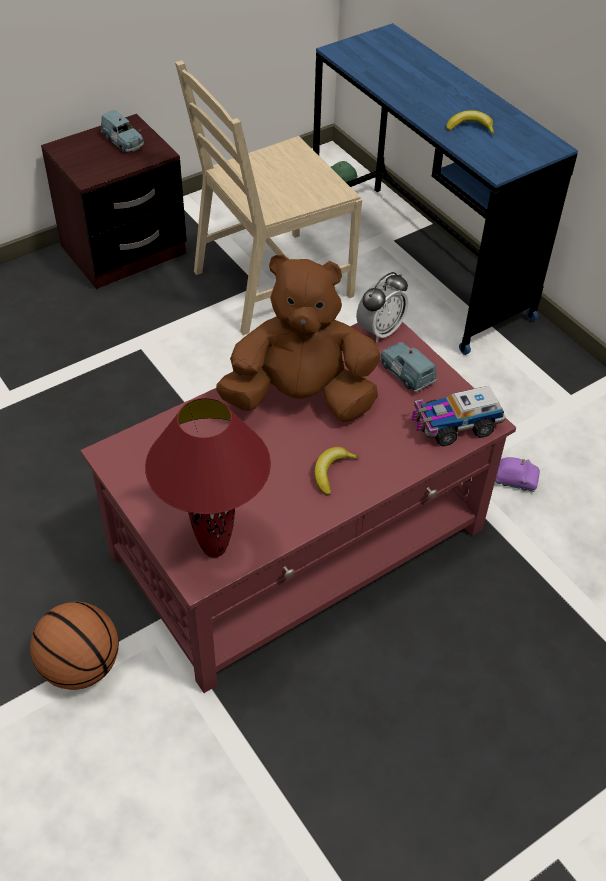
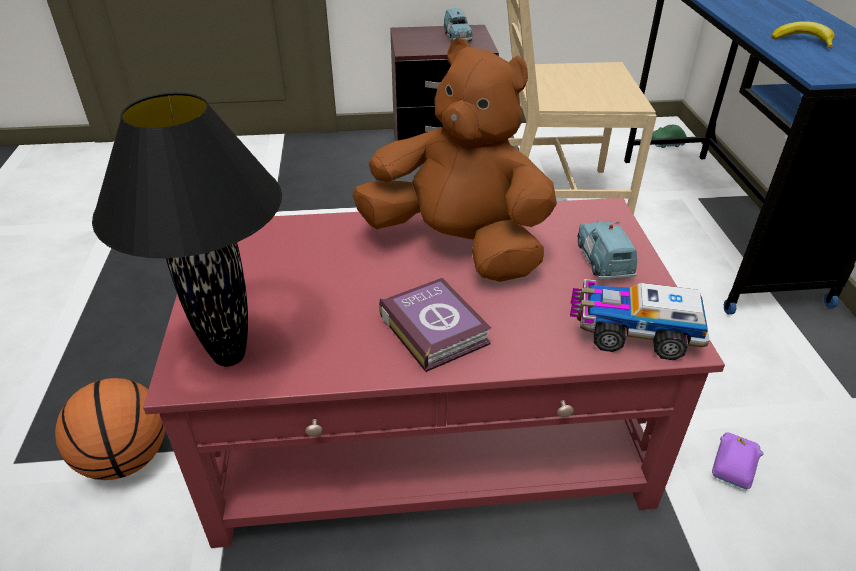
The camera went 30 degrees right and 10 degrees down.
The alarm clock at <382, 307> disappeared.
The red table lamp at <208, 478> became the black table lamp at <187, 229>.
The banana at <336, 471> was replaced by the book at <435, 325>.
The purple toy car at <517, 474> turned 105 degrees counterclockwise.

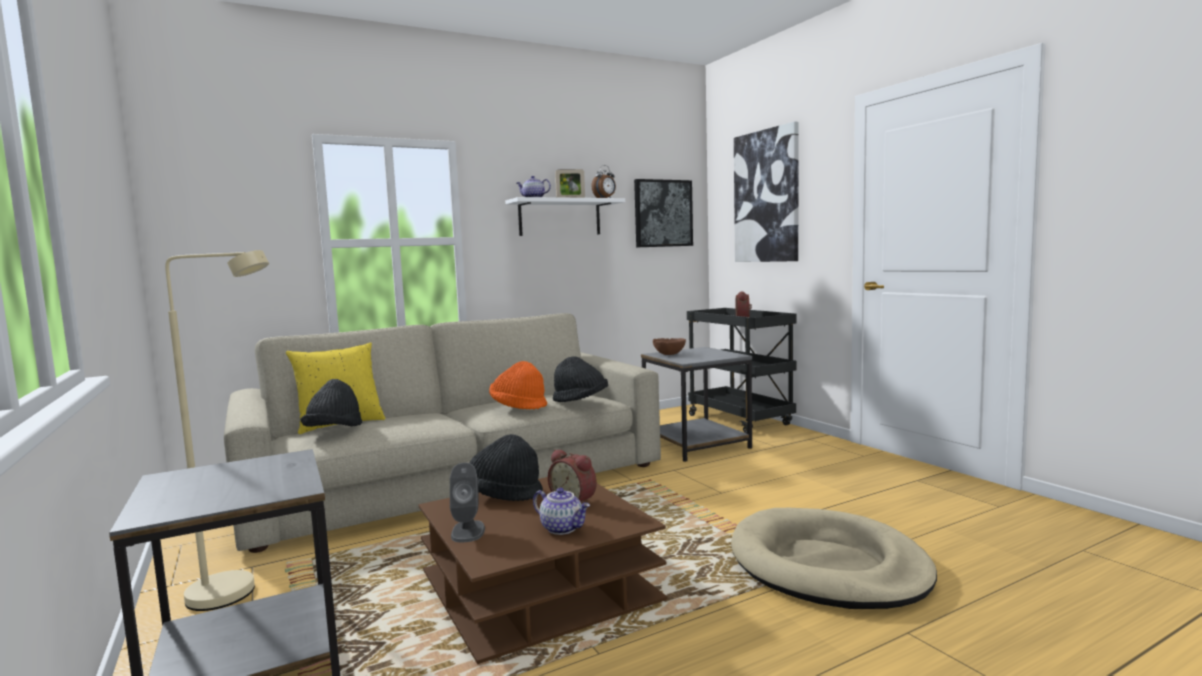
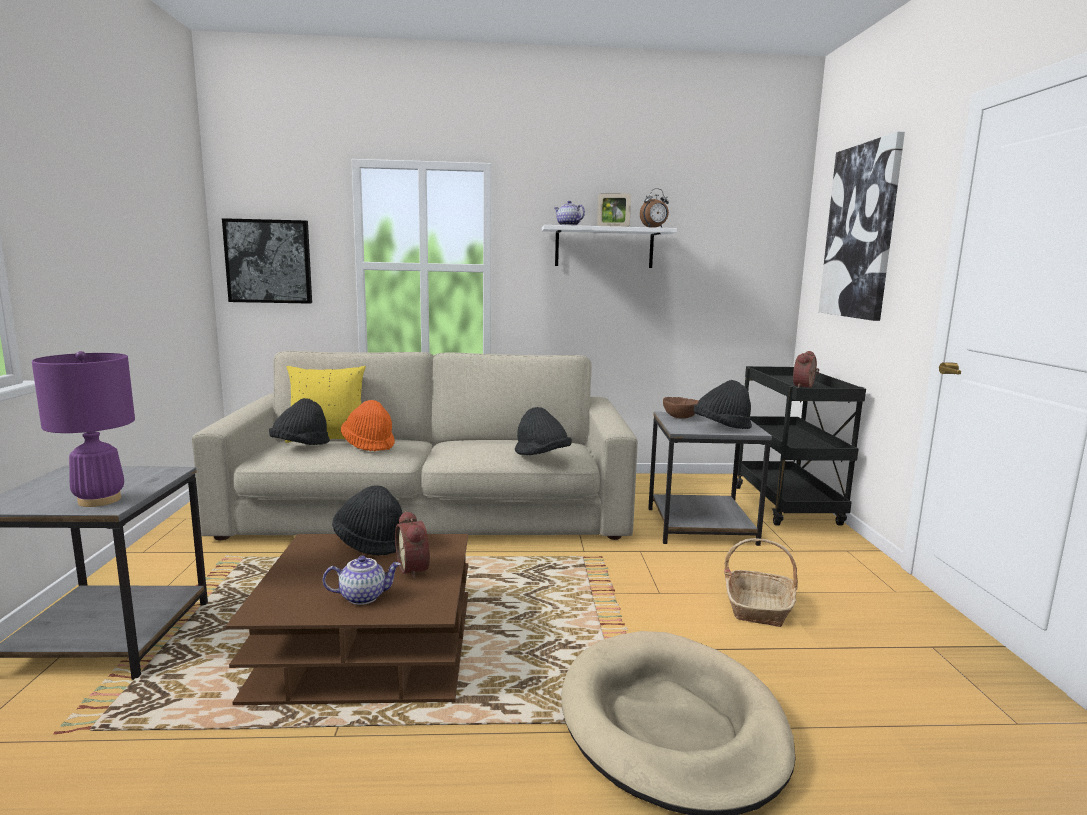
The camera went 25 degrees right and 5 degrees up.
The picture moved from <663, 213> to <267, 261>.
The beige floor lamp at <217, 430> disappeared.
The orange hat moved from <518, 385> to <368, 426>.
The grey speaker at <467, 502> disappeared.
The teapot at <561, 511> turned 75 degrees counterclockwise.
The purple table lamp at <83, 429> appeared.
The black hat at <723, 404> appeared.
The basket at <761, 582> appeared.

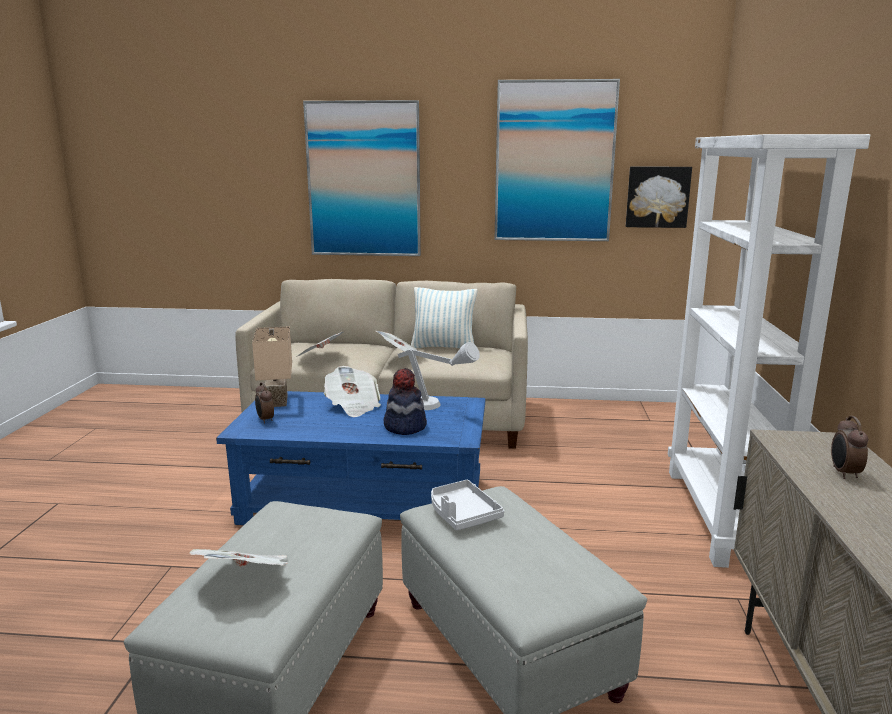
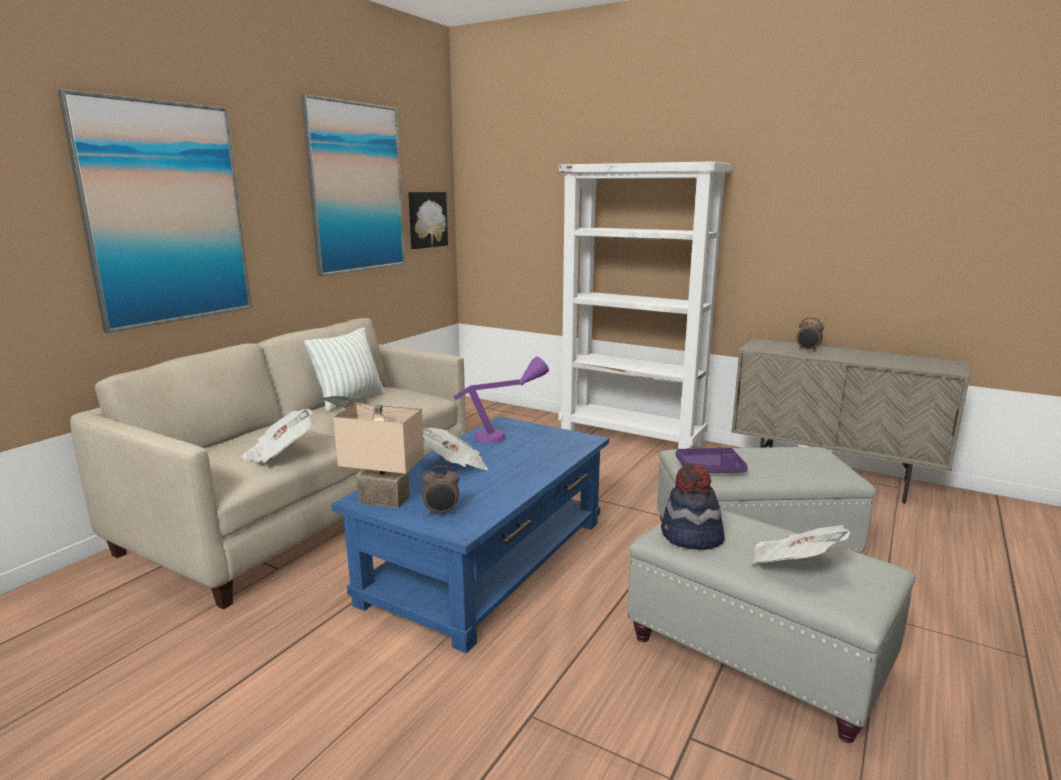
The camera went 65 degrees left and 0 degrees up.
The grey table lamp at <439, 376> became the purple table lamp at <501, 400>.
The hat moved from <405, 401> to <693, 506>.
The grey tray at <467, 505> became the purple tray at <712, 460>.

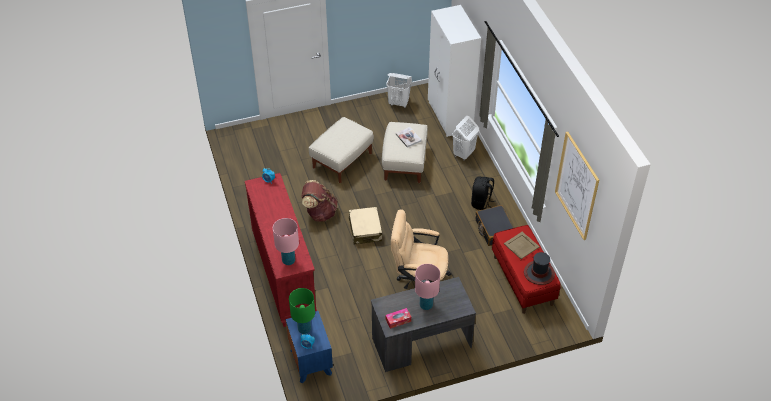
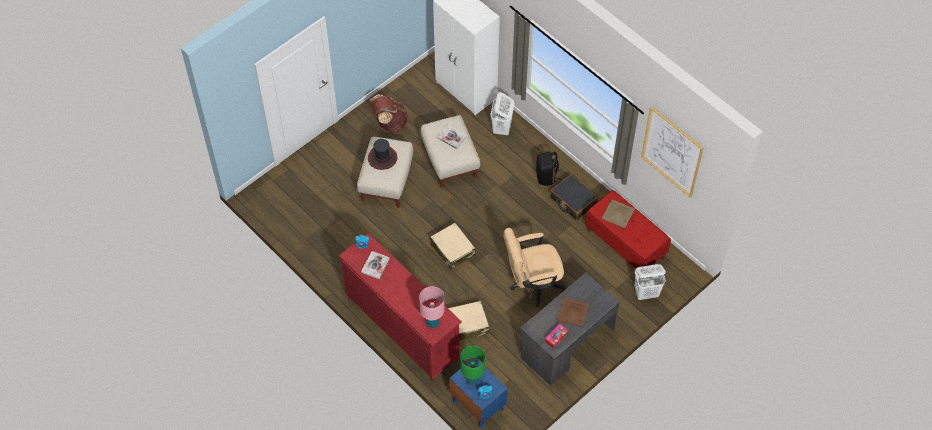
The camera went 25 degrees left and 10 degrees up.
The white laundry basket moved from <399, 90> to <650, 282>.
The brown backpack moved from <319, 201> to <389, 113>.
The hat moved from <539, 268> to <382, 154>.
The pink table lamp at <427, 287> was replaced by the brown tray at <573, 312>.
The book at <375, 265> appeared.
The beige suitcase at <468, 320> appeared.

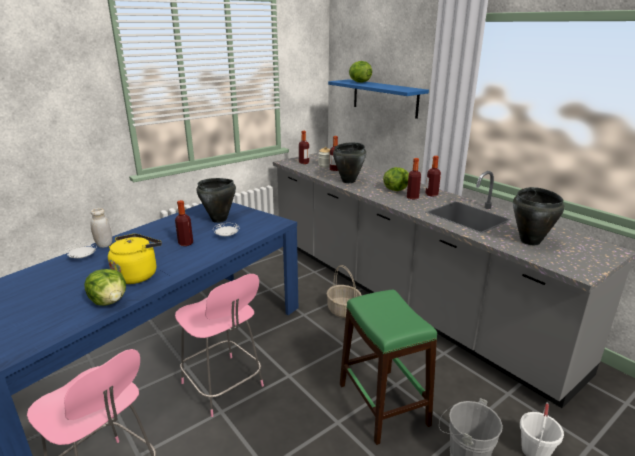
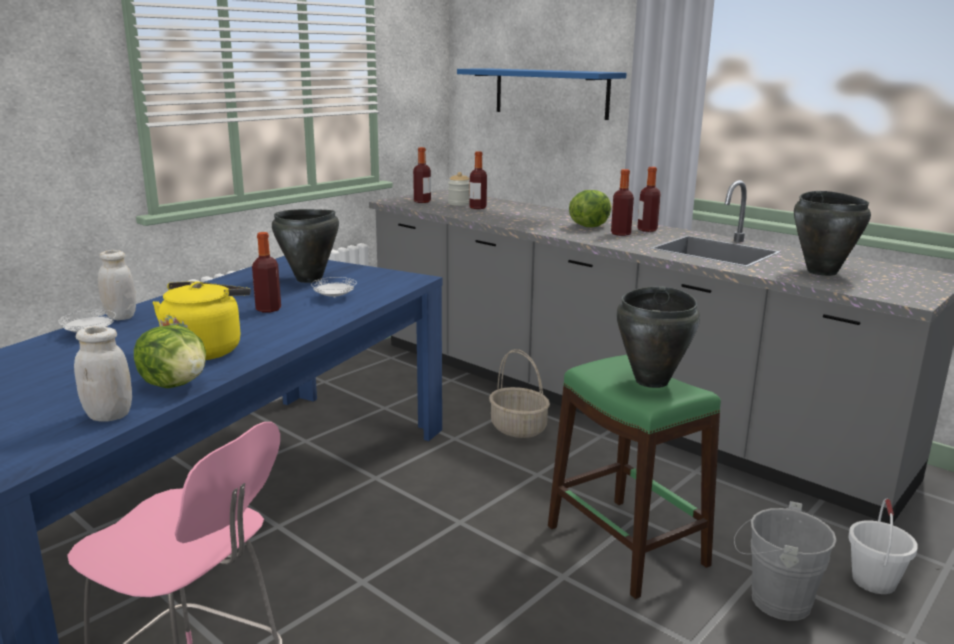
The camera went 10 degrees left and 5 degrees down.
The lettuce at <360, 72> disappeared.
The black cooking pot moved from <349, 162> to <658, 337>.
The pink chair at <219, 345> disappeared.
The white jar at <103, 374> appeared.

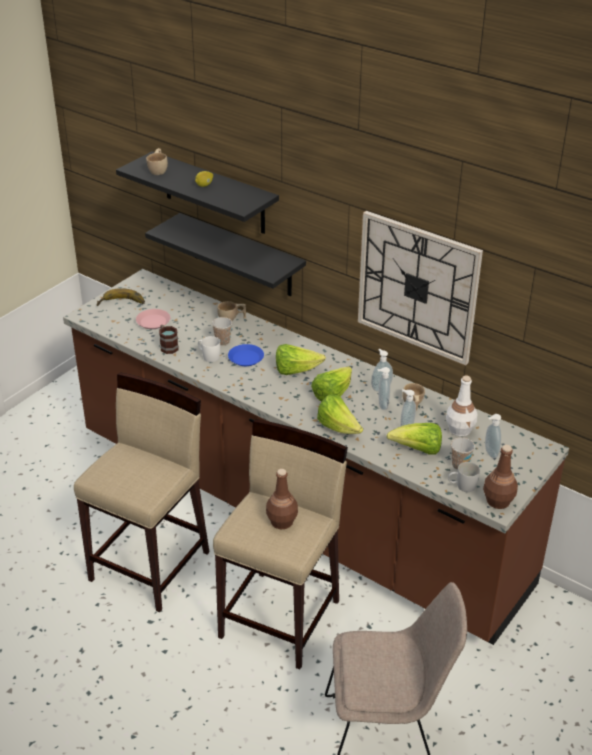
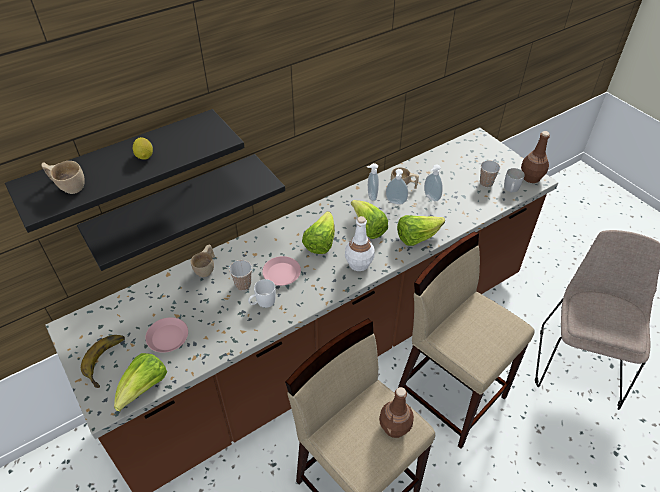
The camera went 70 degrees left and 10 degrees up.
The wall clock at <420, 288> disappeared.
The mug at <169, 339> disappeared.
The blue plate at <246, 355> became the pink plate at <281, 271>.
The white bottle moved from <461, 406> to <359, 243>.
The soap dispenser at <493, 436> disappeared.
The lettuce moved from <414, 439> to <140, 382>.
The brown bottle moved from <282, 499> to <396, 412>.

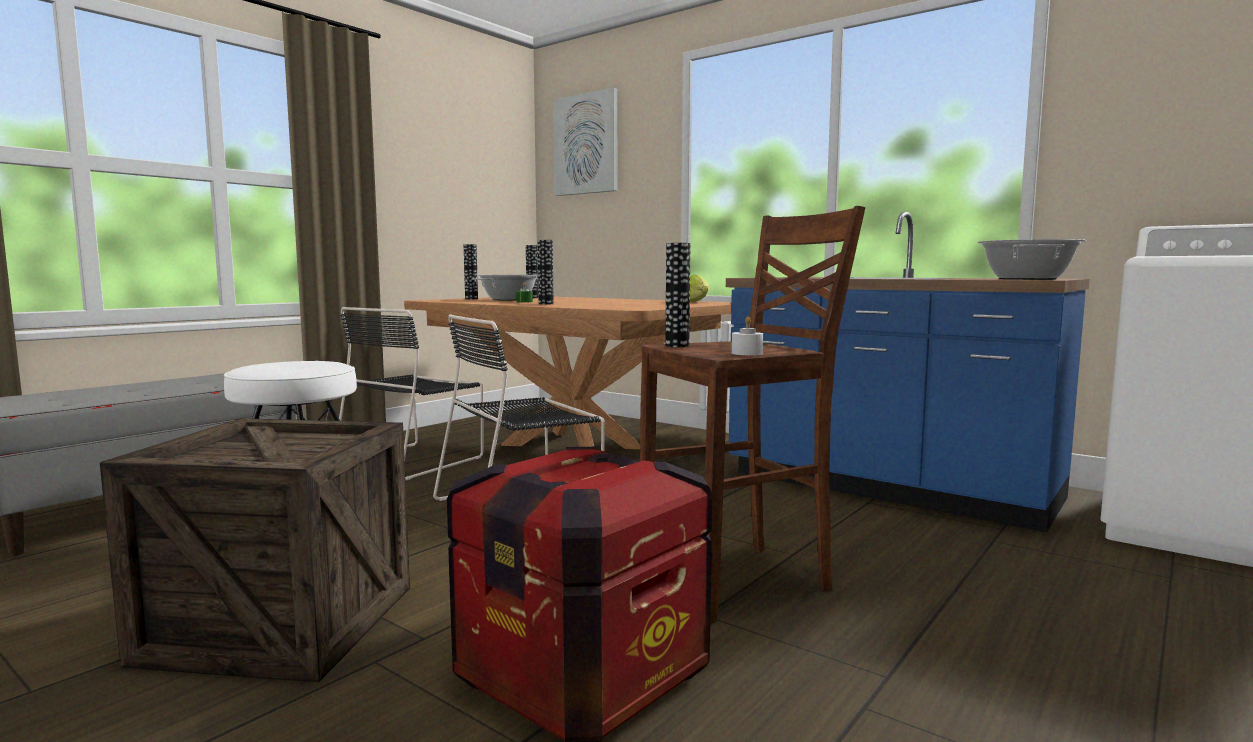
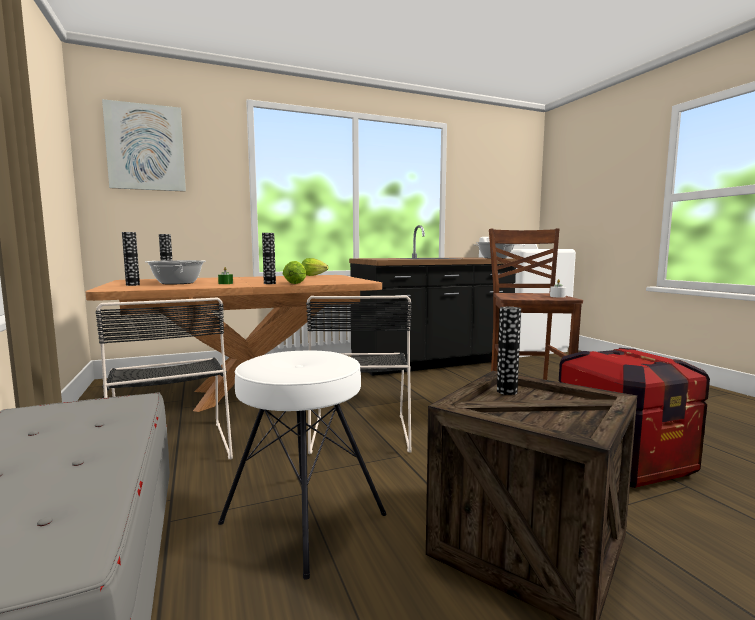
The camera went 60 degrees left and 0 degrees up.
The blue counter at <908, 372> became the black counter at <433, 300>.
The vase moved from <677, 295> to <509, 351>.
The lettuce at <294, 272> appeared.

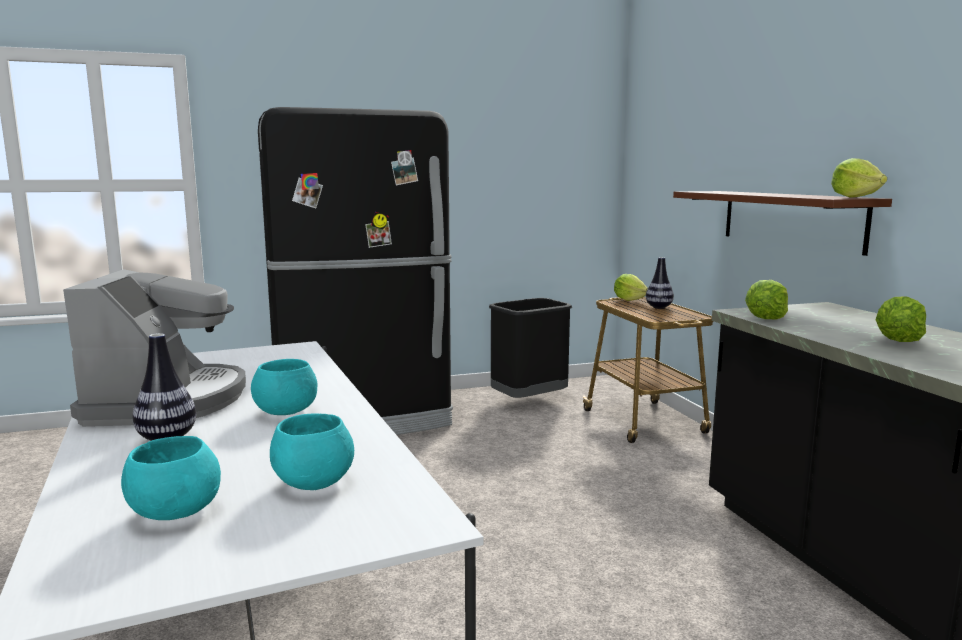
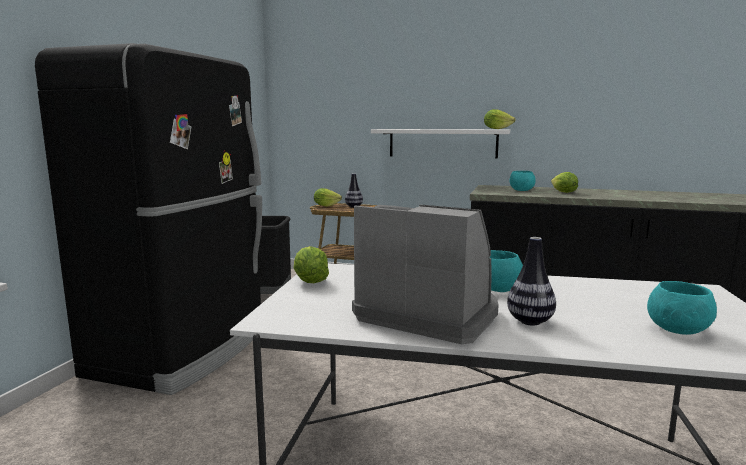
The camera went 55 degrees left and 0 degrees up.
The brown shelf at <782, 223> became the white shelf at <440, 144>.
The lettuce moved from <766, 300> to <311, 264>.
The turquoise bowl moved from <312, 451> to <523, 181>.

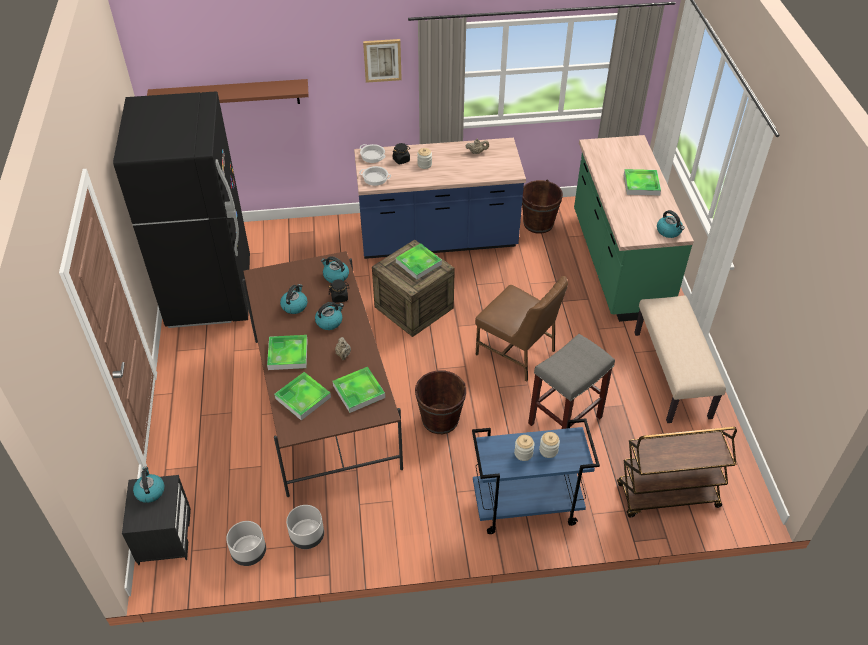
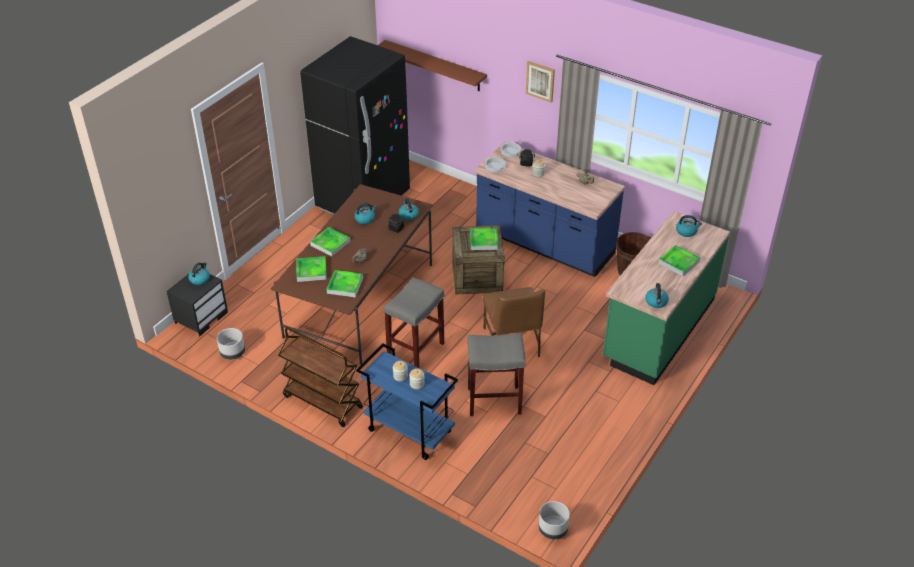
The camera went 40 degrees right and 5 degrees down.
The beige bench at <680, 359> disappeared.
The kettle moved from <329, 316> to <689, 226>.
The brown bucket at <440, 402> was replaced by the grey stool at <414, 322>.
The brown cart moved from <677, 472> to <320, 377>.
The grey planter moved from <305, 527> to <554, 520>.

